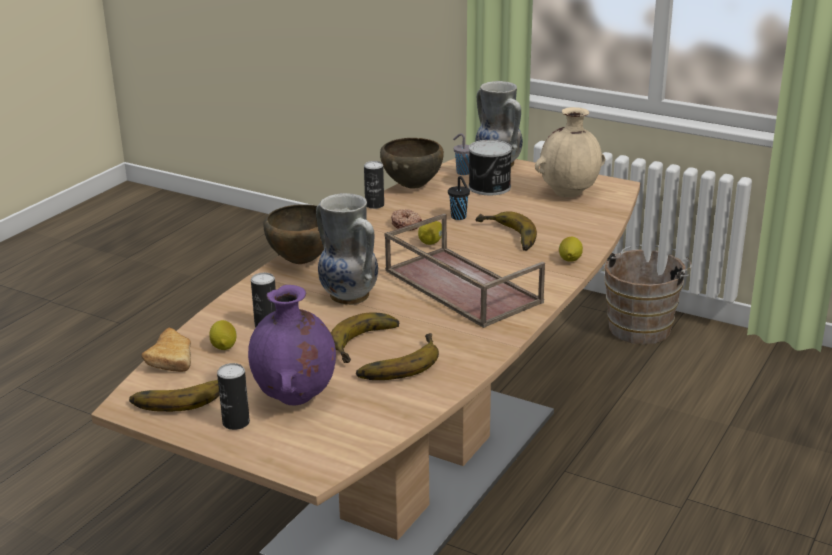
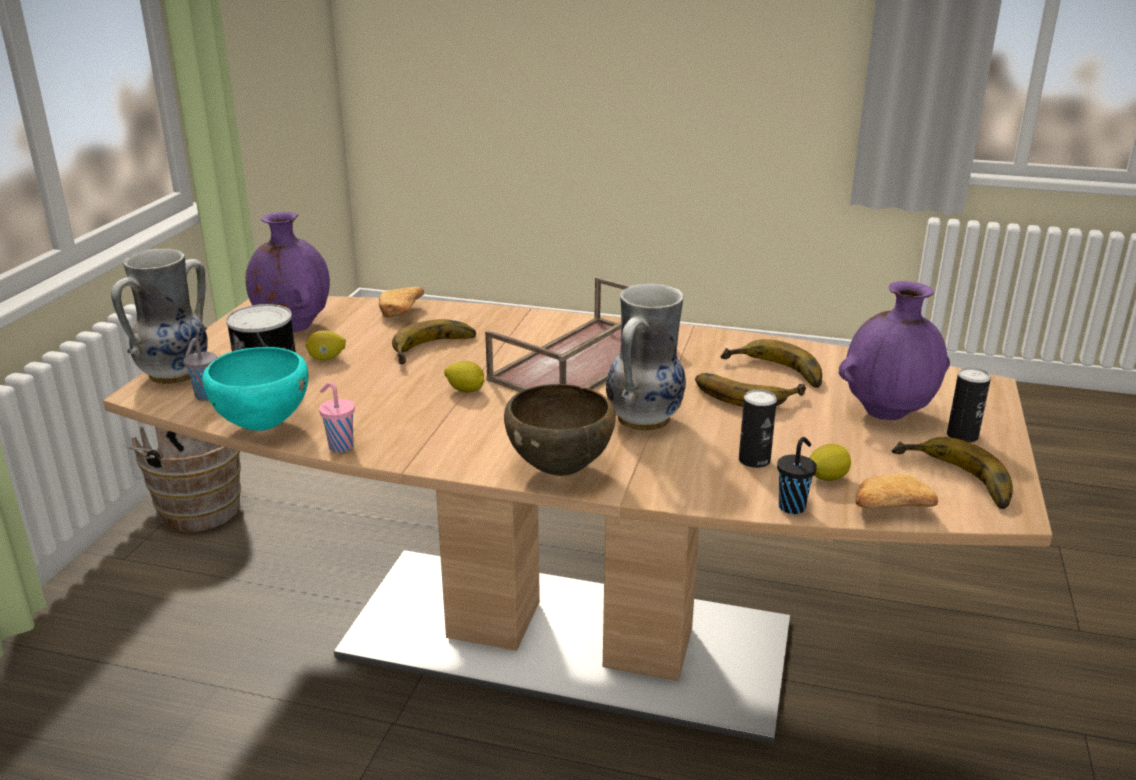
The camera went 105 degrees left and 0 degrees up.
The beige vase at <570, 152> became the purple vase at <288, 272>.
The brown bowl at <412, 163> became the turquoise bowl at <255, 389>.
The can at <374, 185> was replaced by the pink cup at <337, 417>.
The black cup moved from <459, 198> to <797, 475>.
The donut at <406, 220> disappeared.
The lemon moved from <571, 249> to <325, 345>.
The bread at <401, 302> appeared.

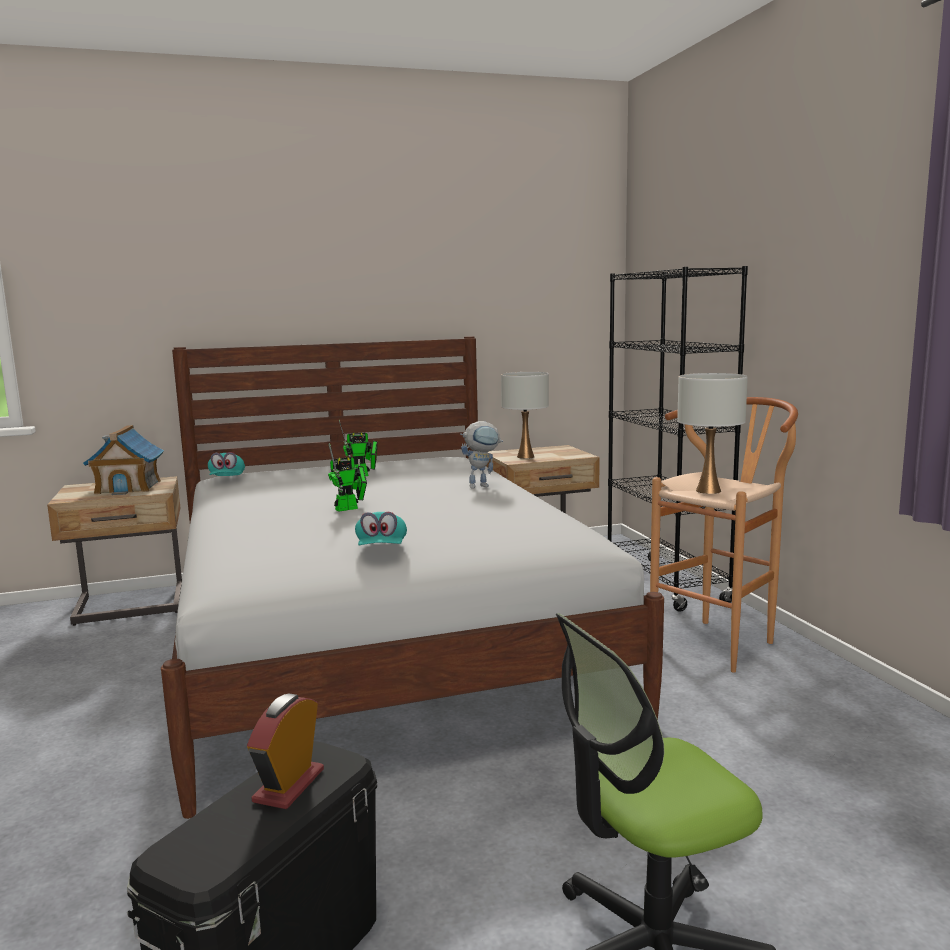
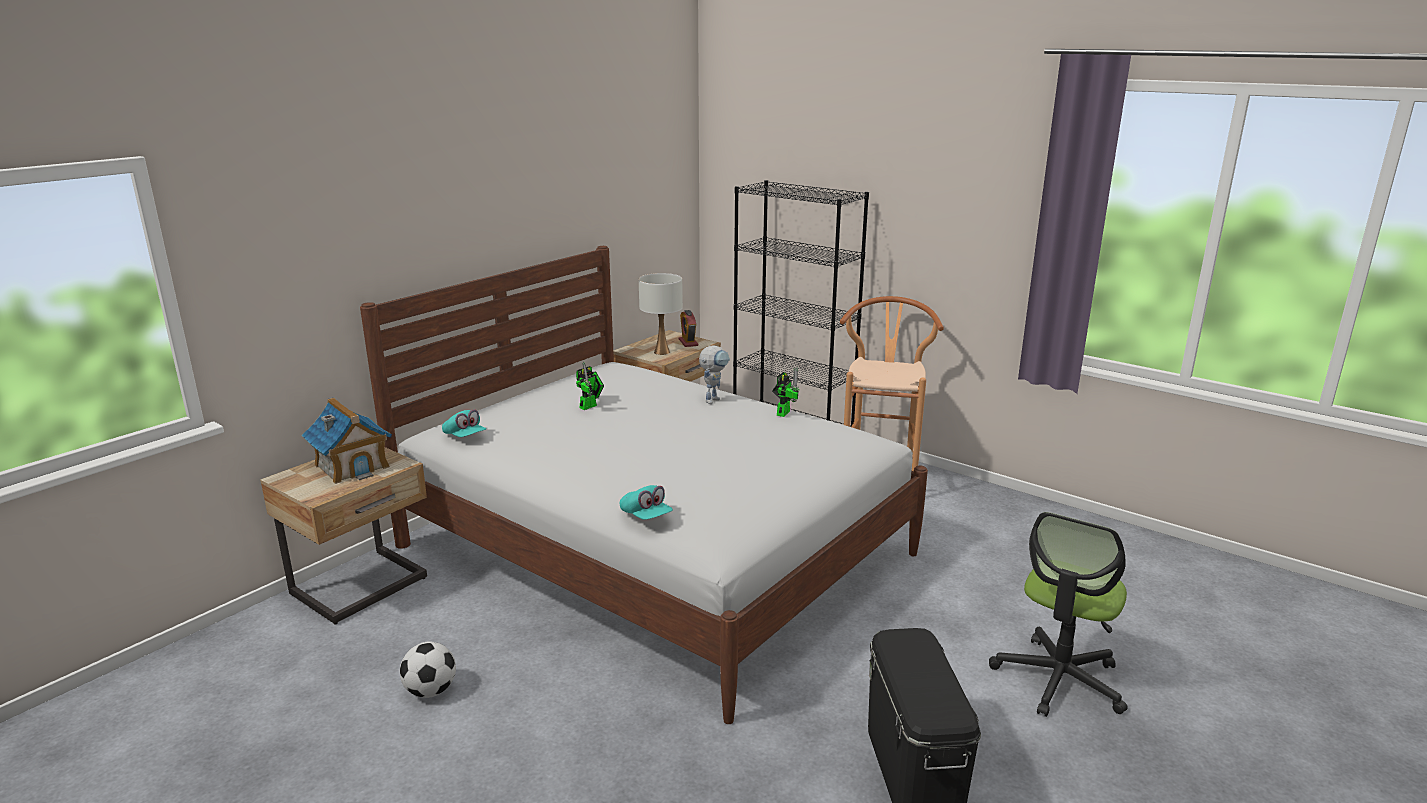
The camera went 35 degrees left and 10 degrees up.
The white table lamp at <712, 433> disappeared.
The toy robot moved from <347, 477> to <786, 392>.
The turquoise cap moved from <381, 528> to <646, 502>.
The alarm clock moved from <285, 751> to <688, 328>.
The football at <428, 669> appeared.

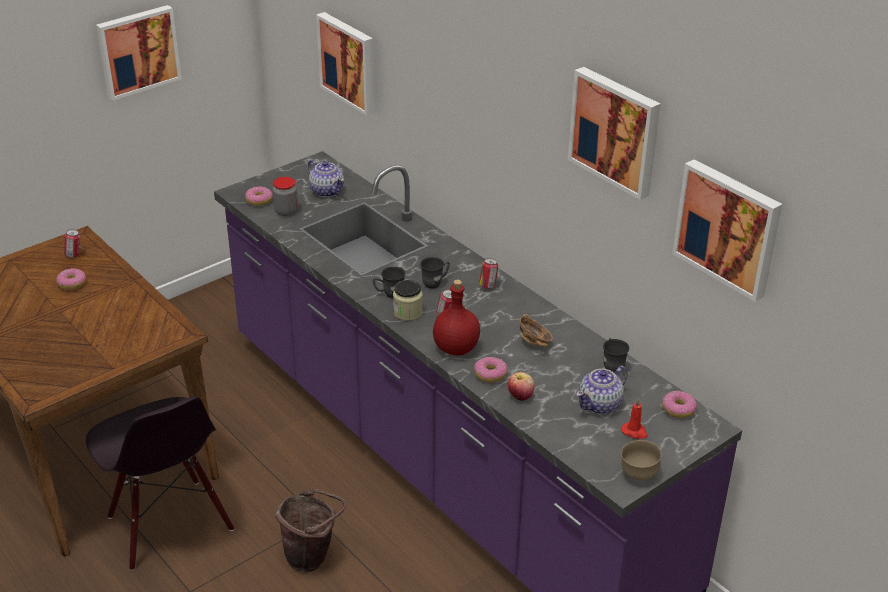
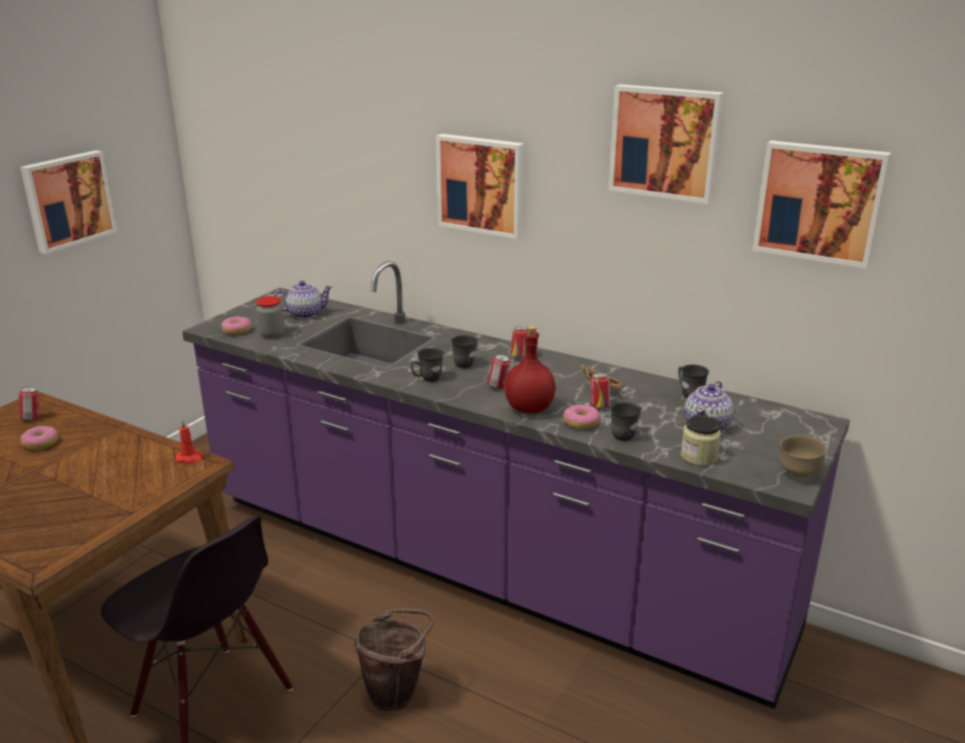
The camera went 20 degrees left and 10 degrees down.
The picture moved from <345, 64> to <480, 186>.
The teapot at <326, 178> turned 45 degrees counterclockwise.
The jar moved from <408, 300> to <701, 440>.
The apple at <521, 386> was replaced by the grey mug at <625, 421>.
The donut at <679, 404> disappeared.
The red candle moved from <635, 418> to <189, 441>.
The can at <600, 391> appeared.

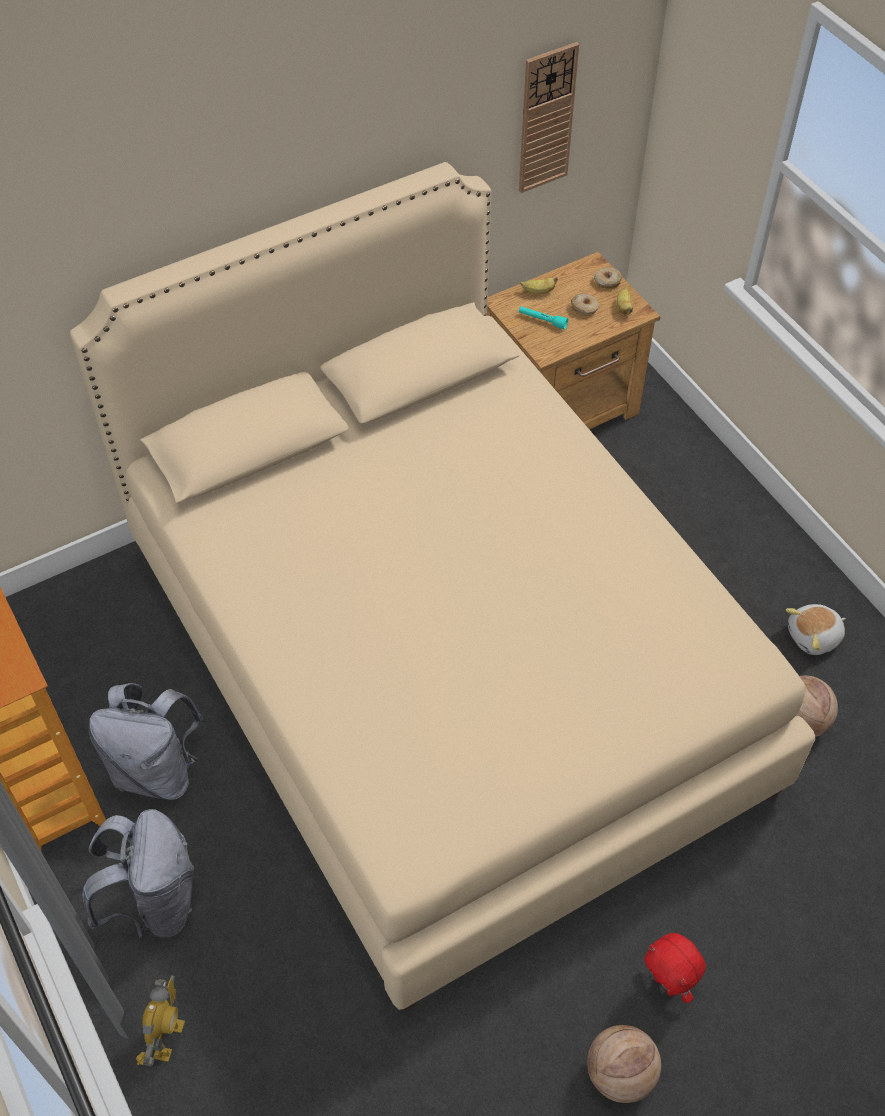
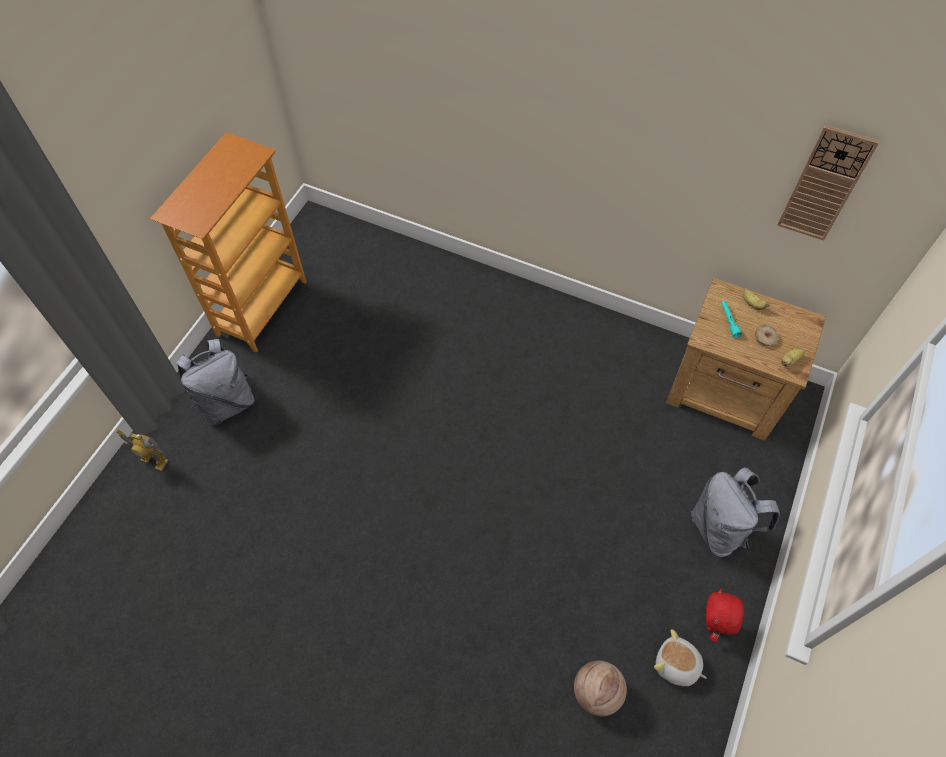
The camera went 55 degrees right and 5 degrees up.
The beige bed at <443, 586> disappeared.
The donut at <608, 278> disappeared.
The grey backpack moved from <146, 741> to <735, 512>.
The red plush toy moved from <675, 968> to <725, 615>.
The toy robot at <160, 1021> turned 45 degrees clockwise.
The basketball at <624, 1064> disappeared.

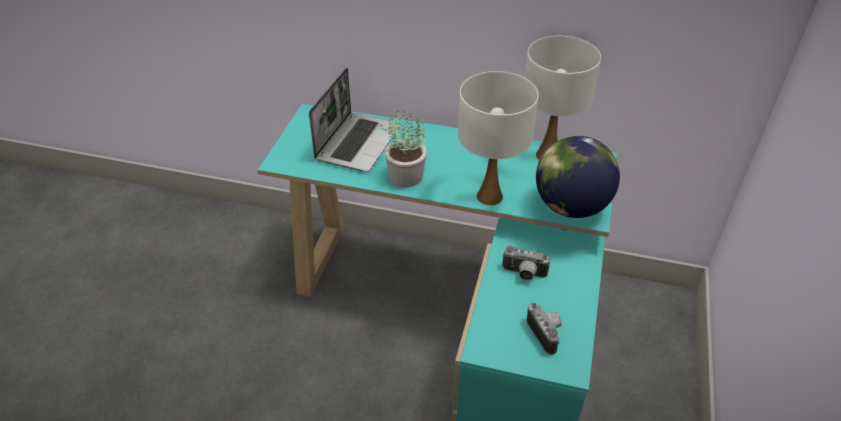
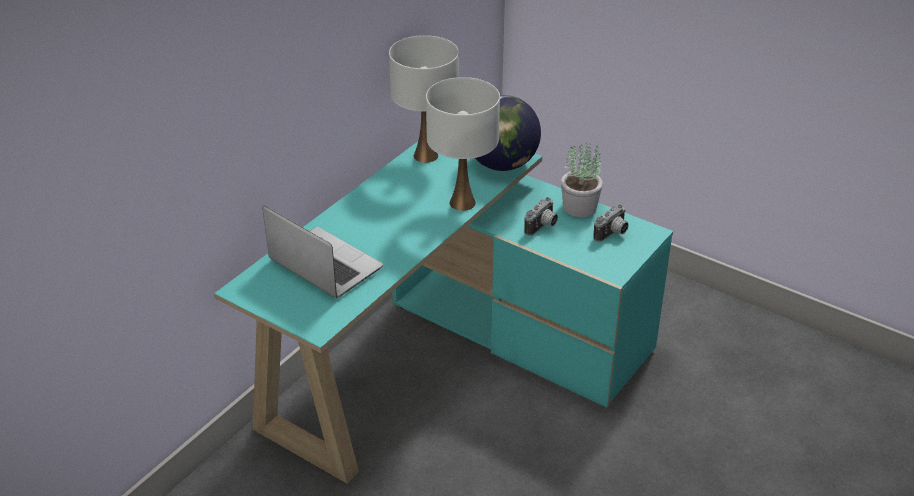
The camera went 70 degrees left and 5 degrees down.
The potted plant moved from <405, 149> to <582, 180>.
The photo camera at <544, 329> turned 135 degrees clockwise.

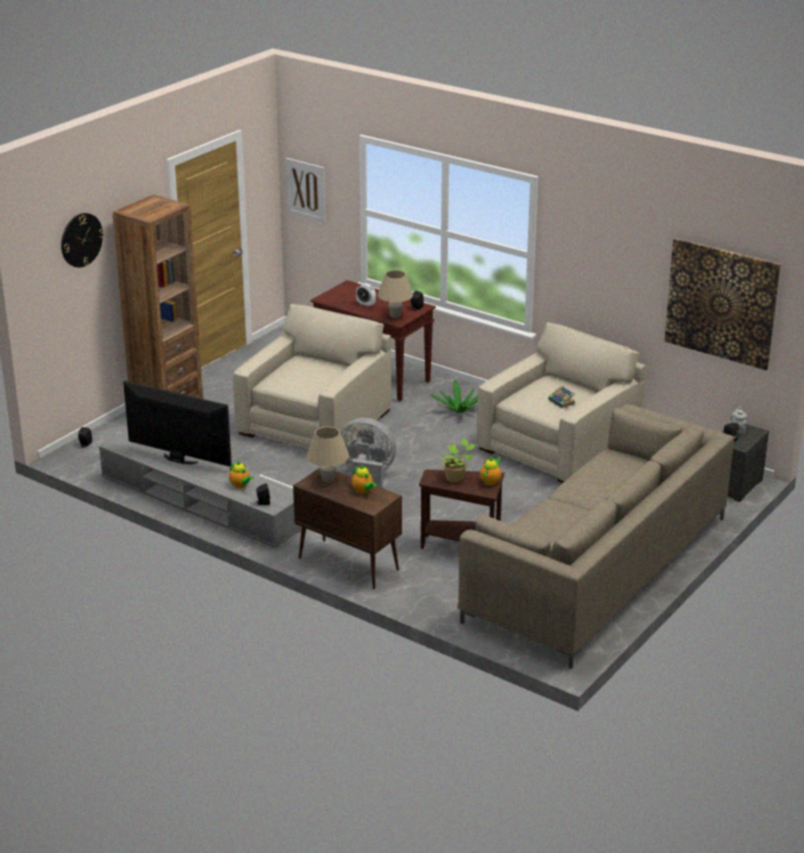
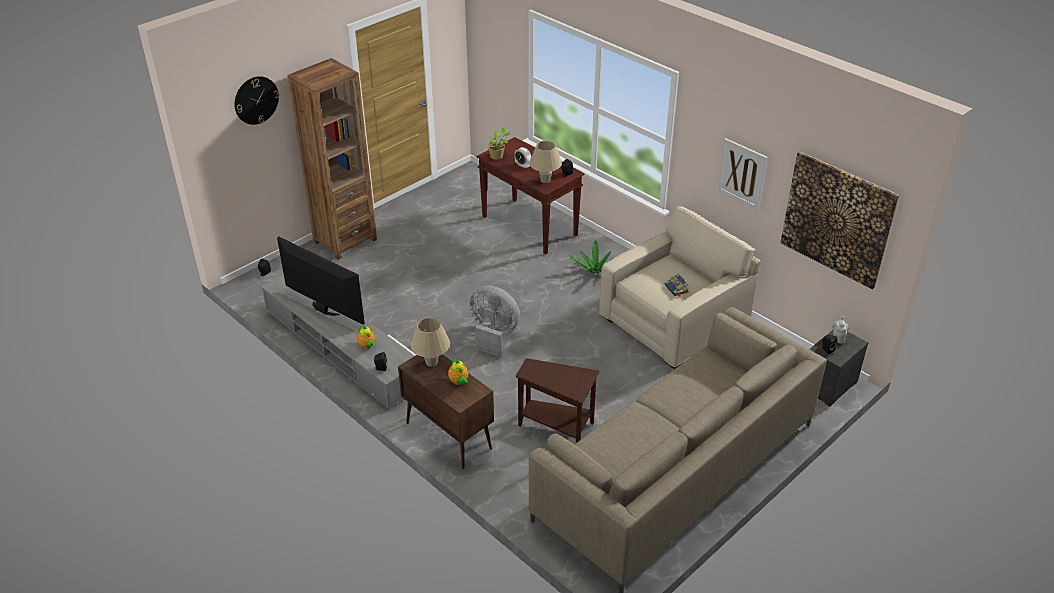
The camera went 10 degrees right and 10 degrees up.
The picture moved from <305, 190> to <742, 174>.
The beige armchair at <312, 376> disappeared.
The potted plant moved from <457, 461> to <497, 143>.
The teapot at <491, 471> disappeared.

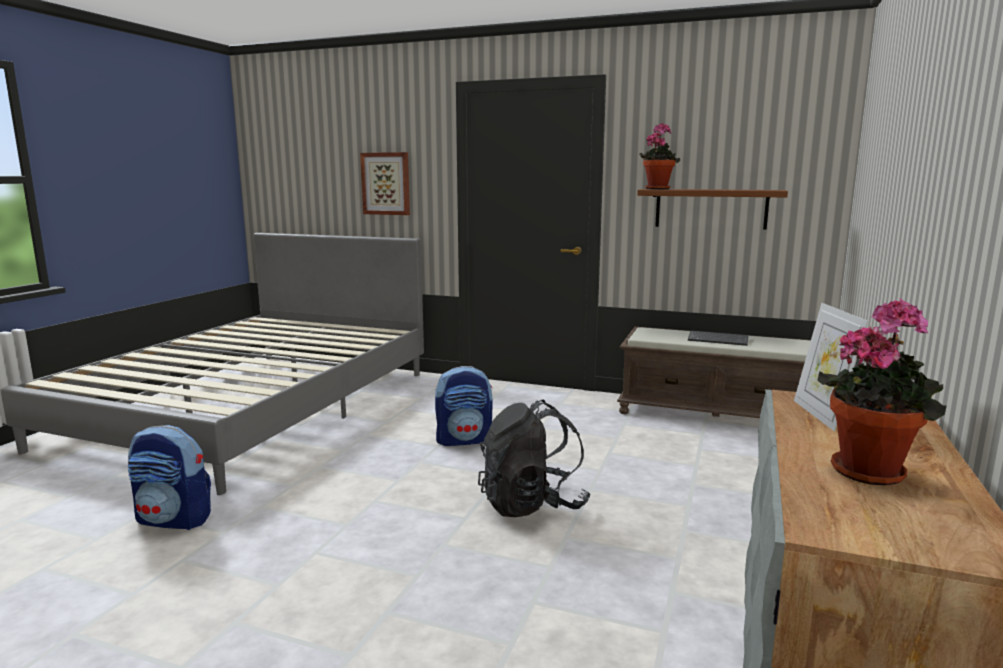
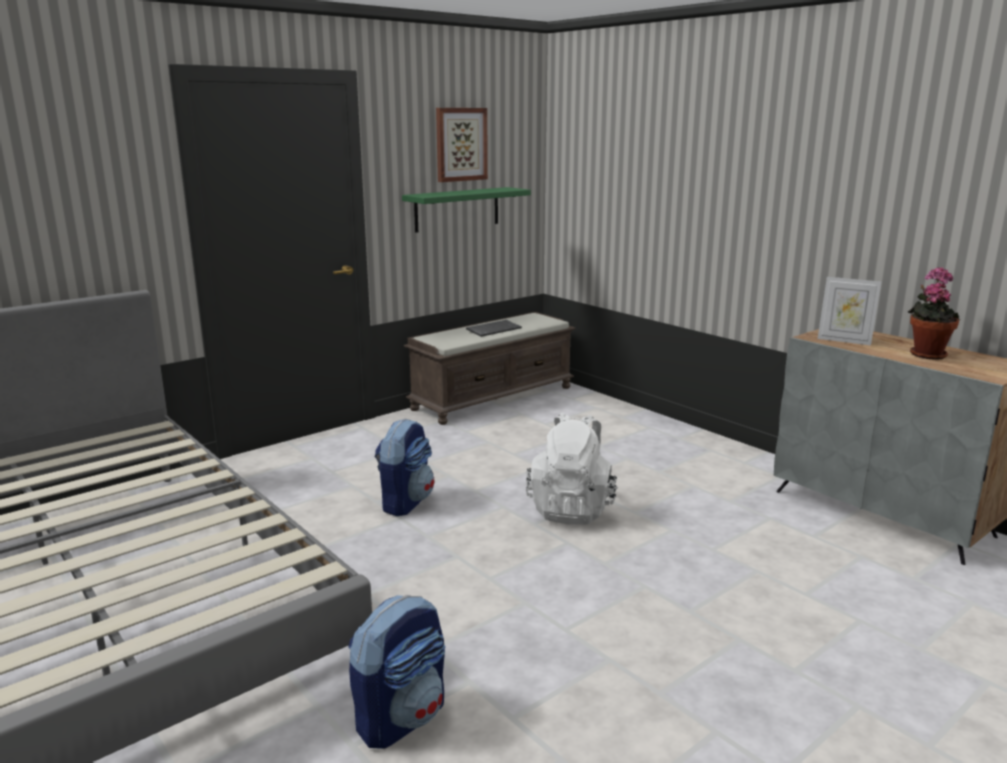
The camera went 60 degrees left and 5 degrees up.
The potted plant at <659, 156> disappeared.
The picture moved from <385, 183> to <462, 145>.
The brown shelf at <712, 209> became the green shelf at <466, 210>.
The black backpack at <534, 458> became the white backpack at <572, 469>.

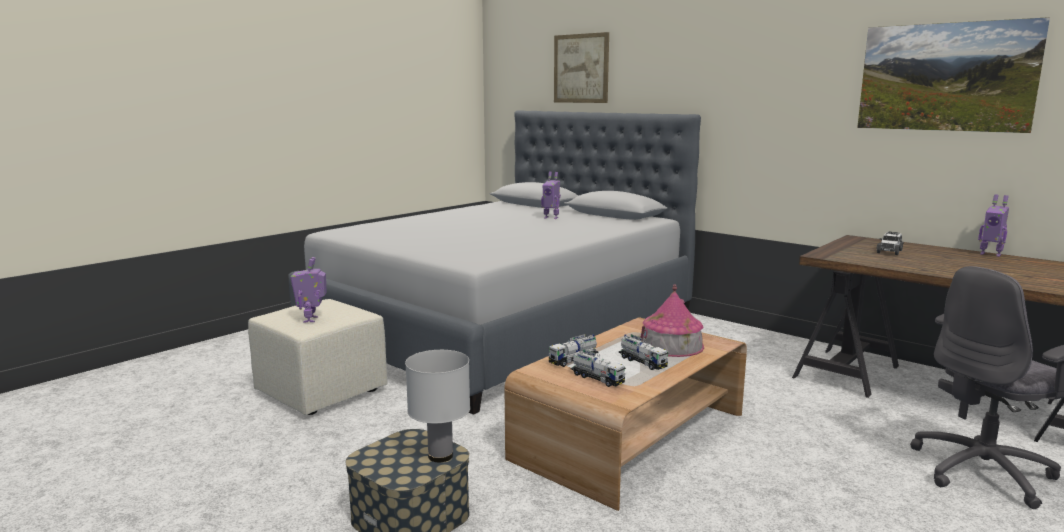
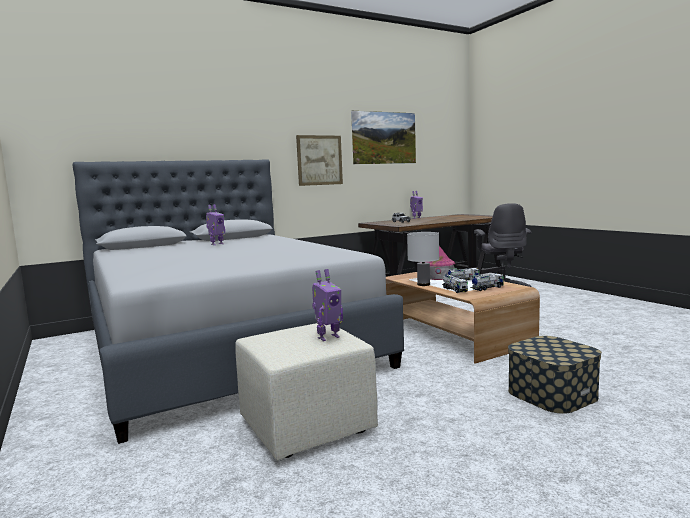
The camera went 70 degrees left and 5 degrees down.
The picture moved from <581, 67> to <319, 160>.
The toy robot at <309, 290> turned 45 degrees counterclockwise.
The white table lamp moved from <437, 406> to <423, 259>.

